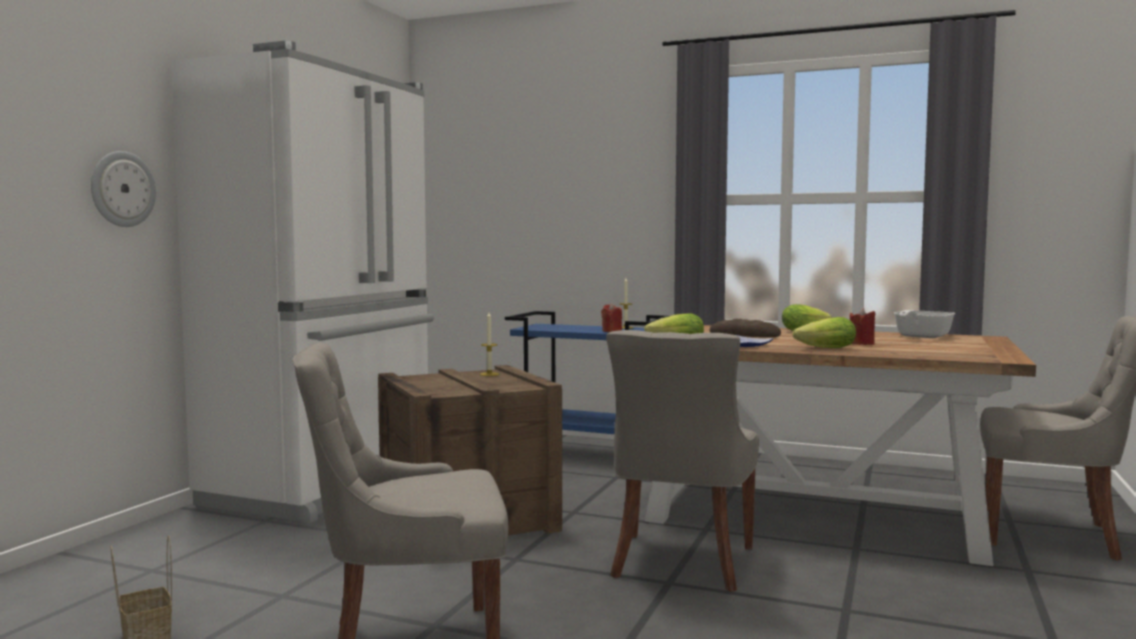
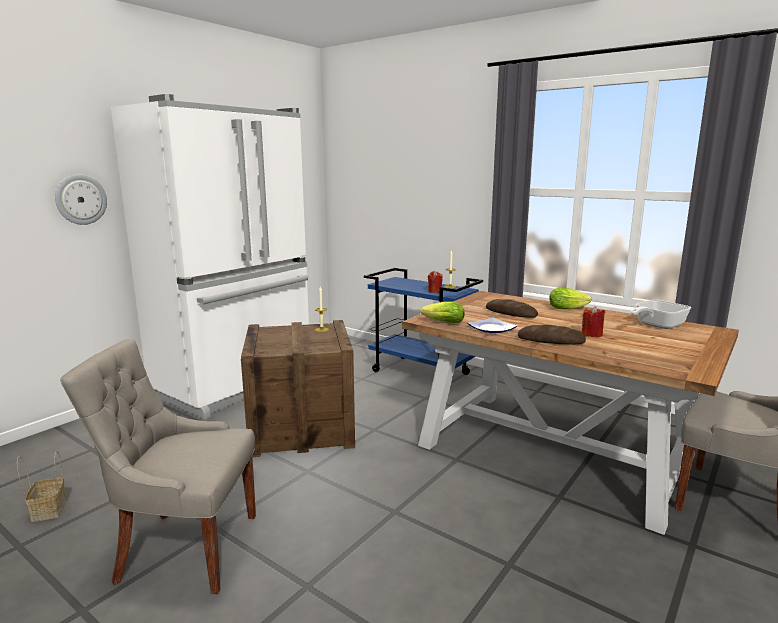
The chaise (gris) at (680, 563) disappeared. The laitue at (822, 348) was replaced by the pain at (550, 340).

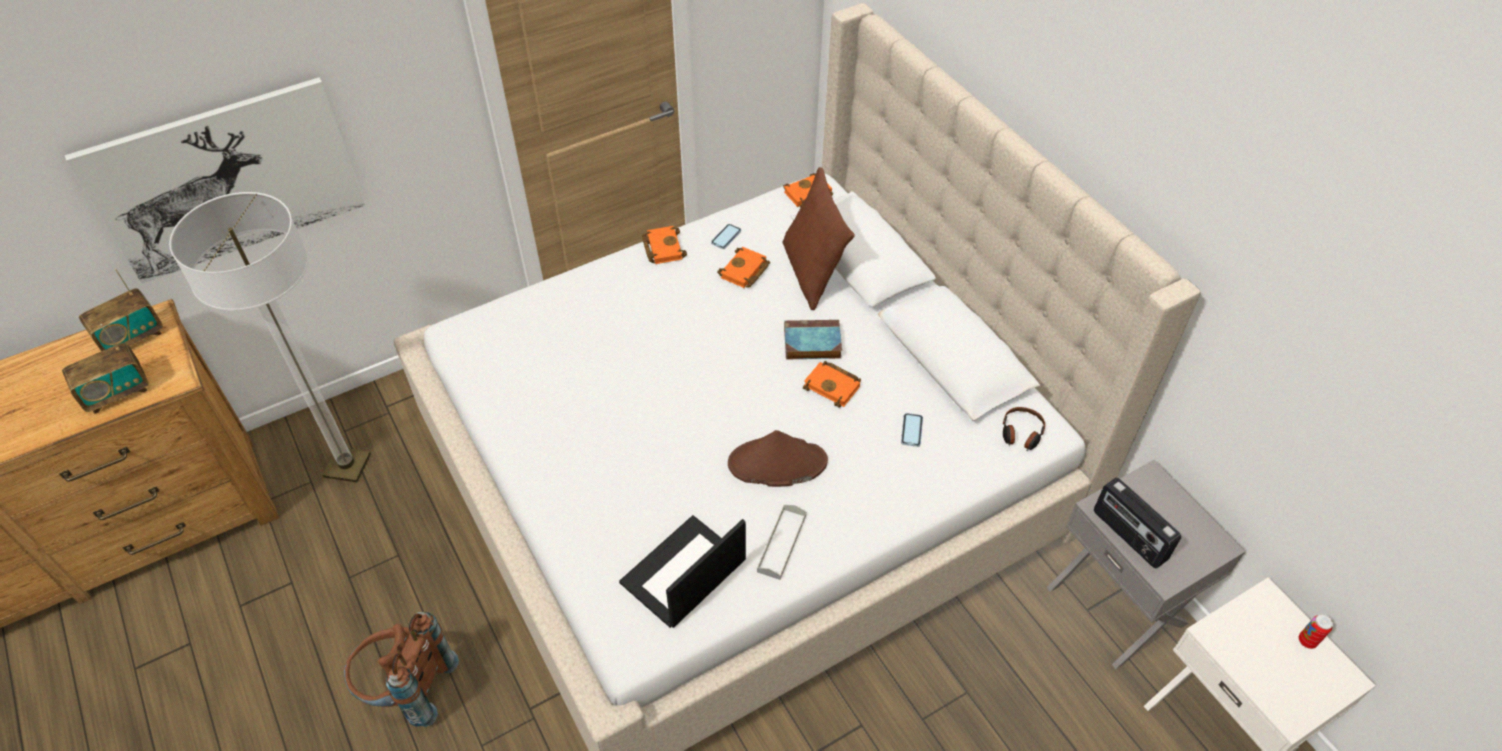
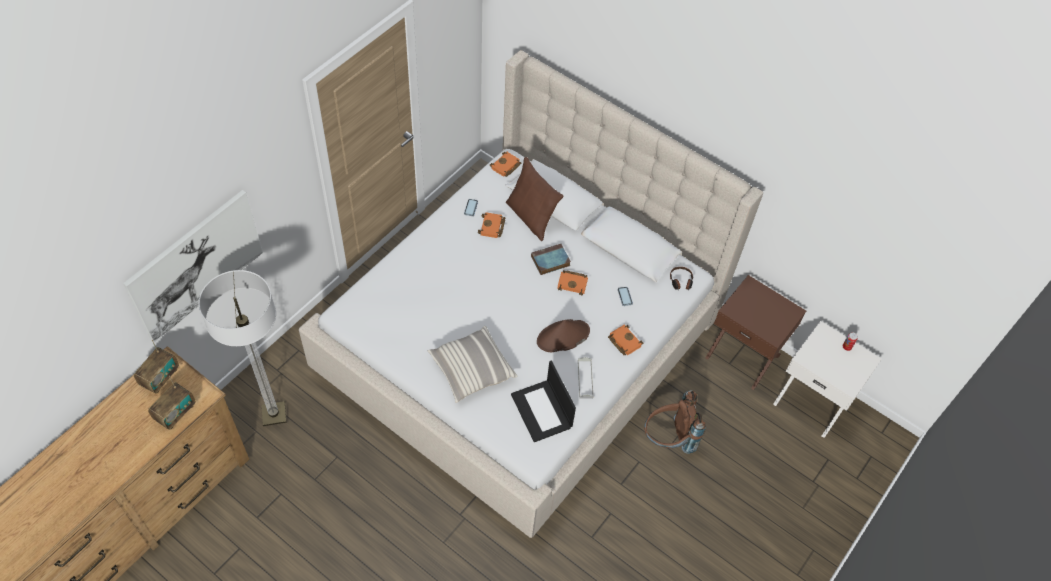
The radio at (1128, 536) disappeared. The coussin at (471, 370) appeared. The sac à dos (marron) moved from (407, 690) to (668, 439). The livre (orange) moved from (662, 247) to (623, 341). The table de chevet (gris) at (1118, 604) became the table de chevet (marron) at (743, 355). The ordinateur portable at (683, 573) turned 45 degrees counterclockwise.

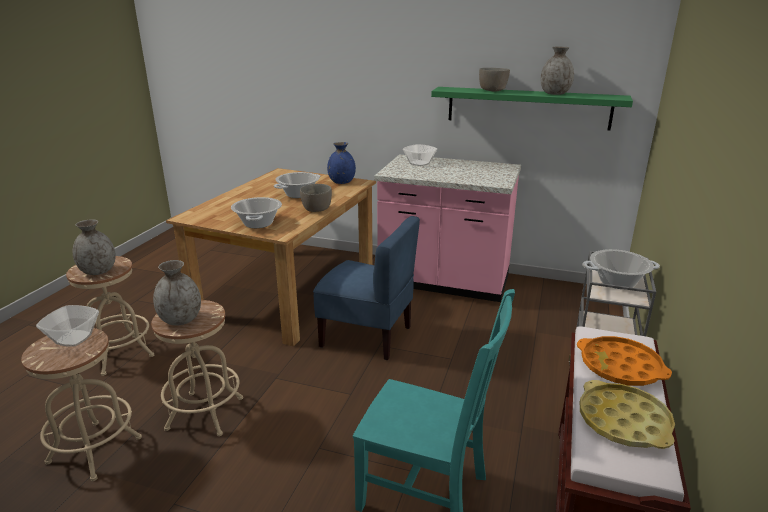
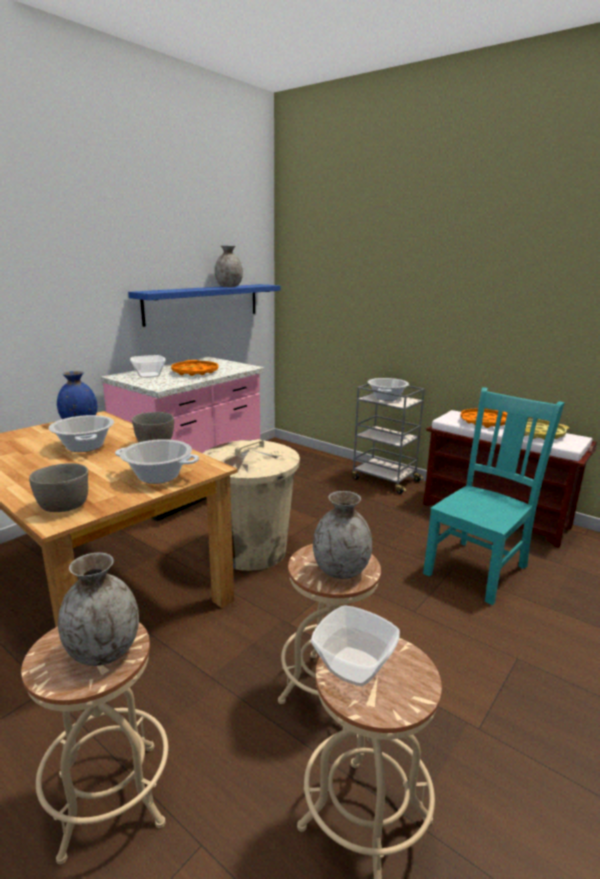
The plateau (orange) at (195, 372) appeared. The bol (gris) moved from (493, 90) to (64, 506). The chaise (bleu) at (367, 336) was replaced by the poubelle (beige) at (252, 550). The étagère (vert) at (528, 108) became the étagère (bleu) at (203, 303).

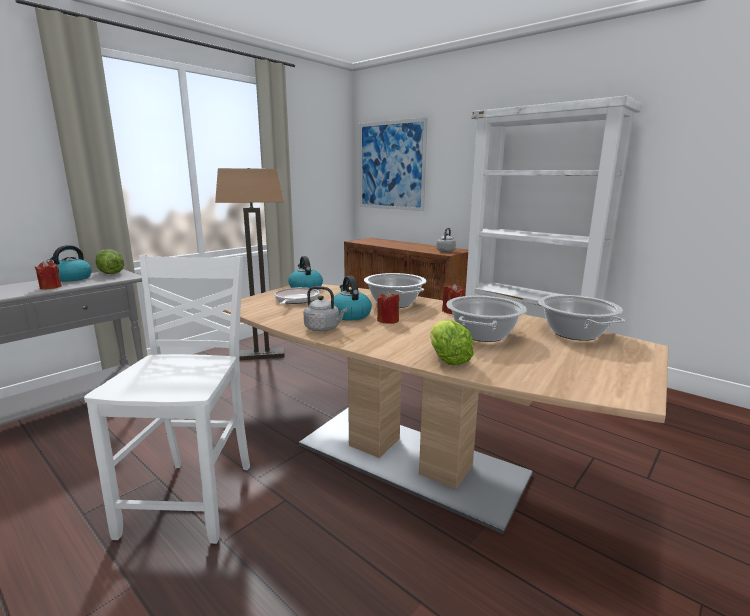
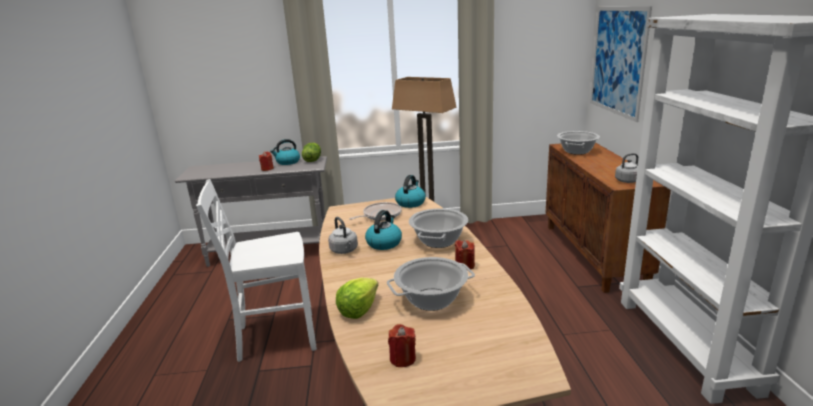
The bougie (rouge) moved from (388, 321) to (402, 359). The marmite moved from (574, 333) to (576, 151). The chaise (blanc) at (193, 497) turned 150 degrees counterclockwise.

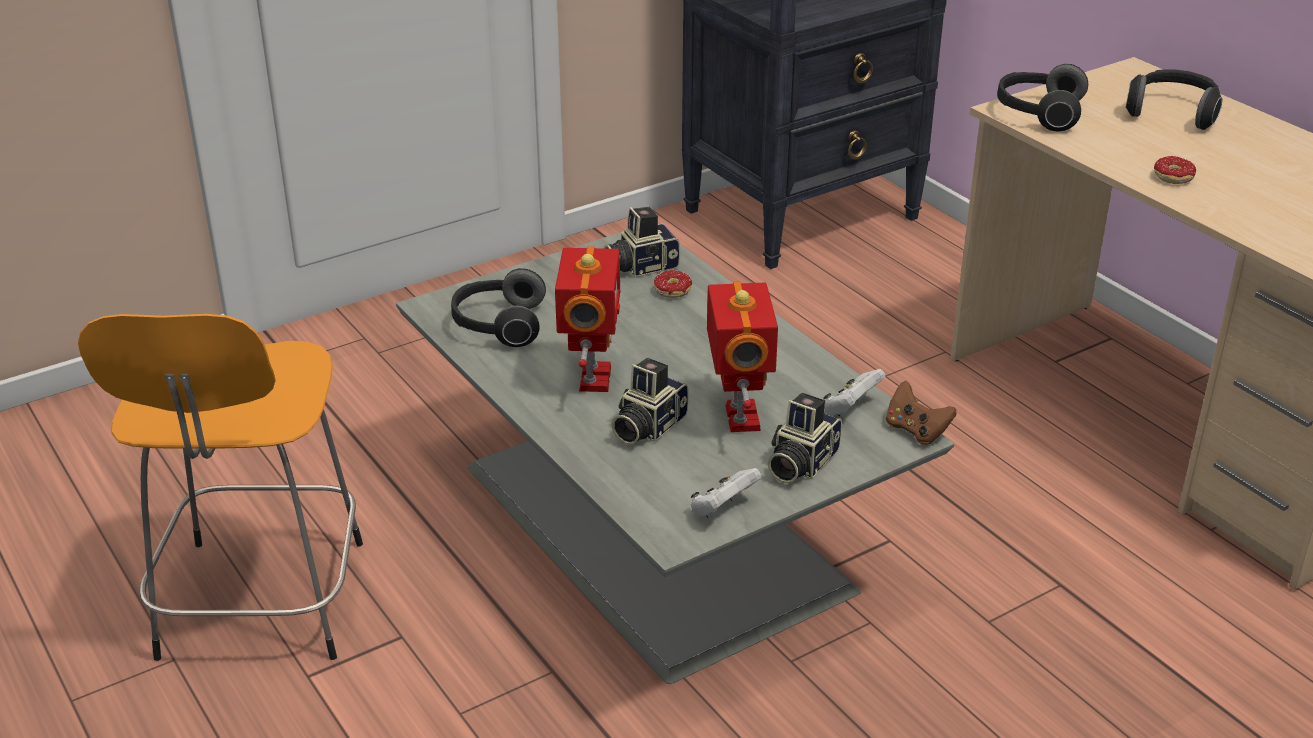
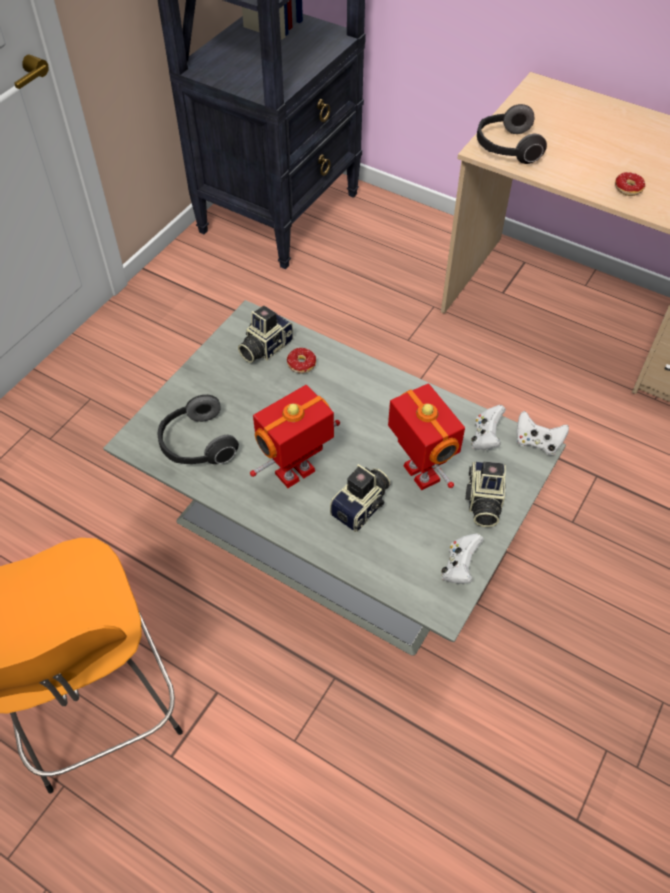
The casque audio at (1173, 113) disappeared. The manette (marron) at (916, 431) became the manette (blanc) at (537, 442). The robot jouet at (591, 379) turned 105 degrees counterclockwise. The appareil photo at (646, 426) turned 150 degrees counterclockwise.

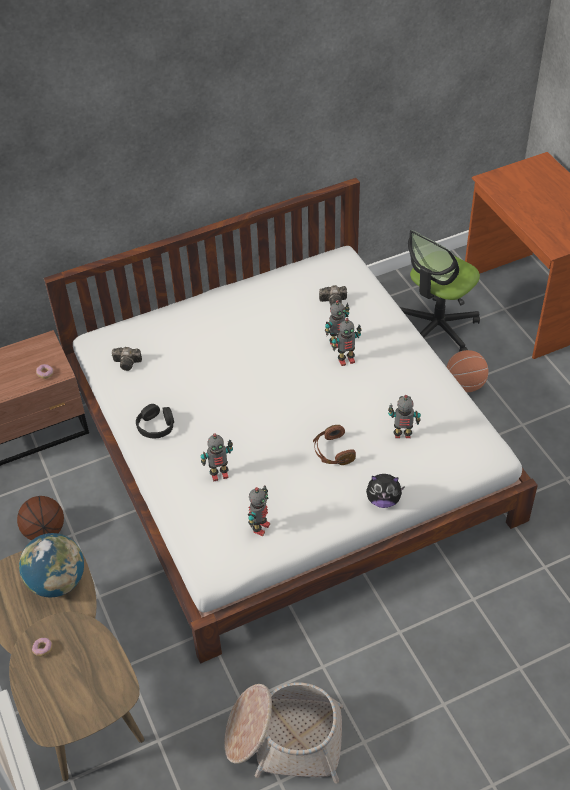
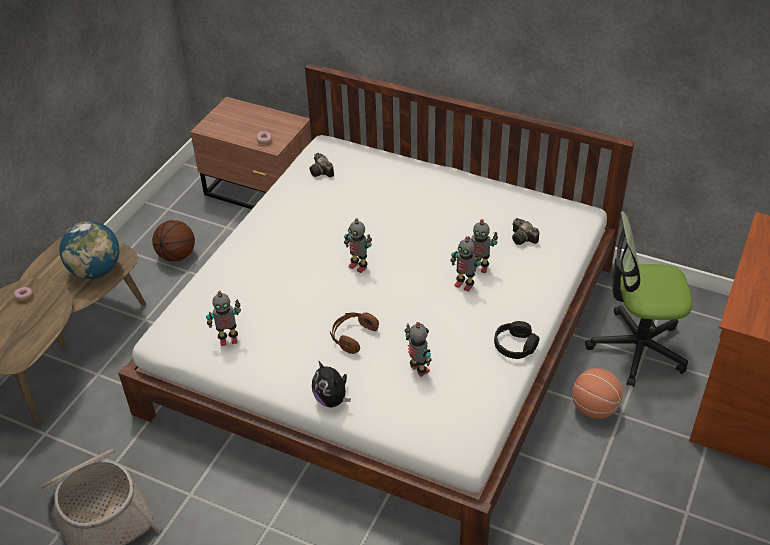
The casque audio (noir) moved from (156, 426) to (515, 345). The robot jouet moved from (219, 474) to (358, 266).

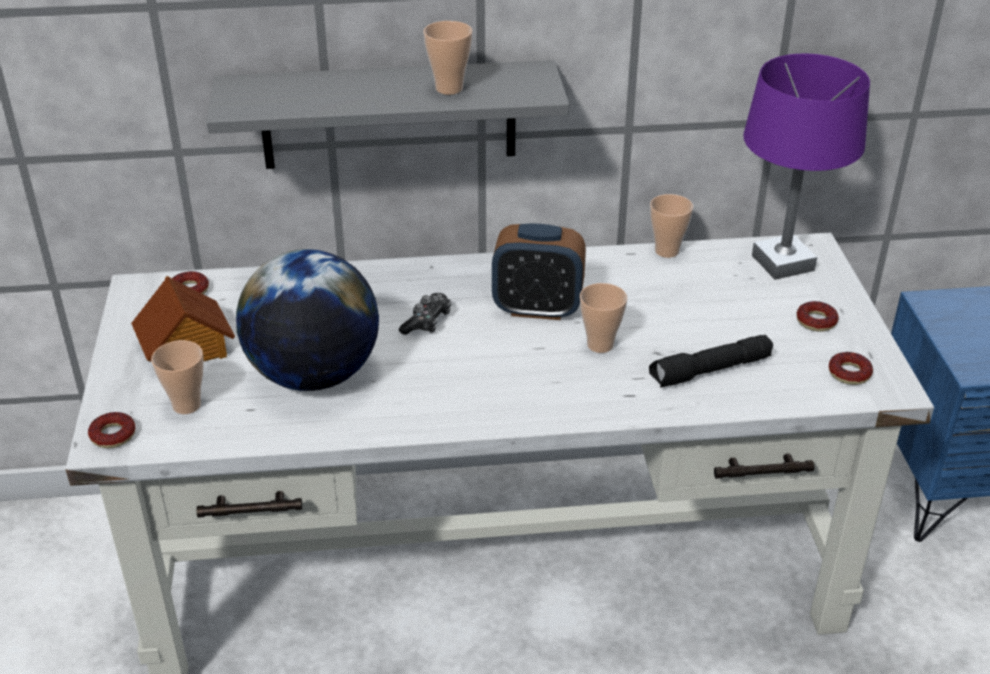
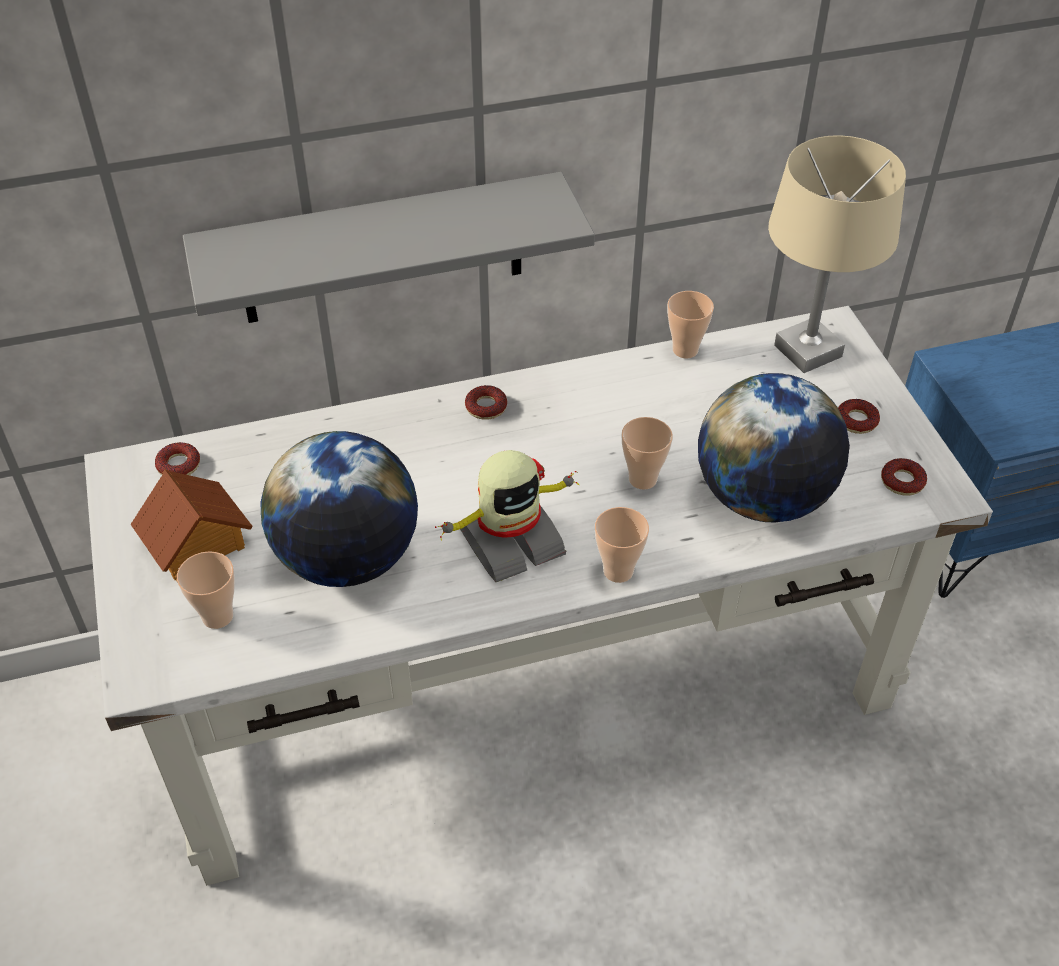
The manette at (427, 322) disappeared. The réveil at (537, 308) disappeared. The robot jouet at (510, 541) appeared. The beignet moved from (113, 435) to (486, 407). The tasse moved from (449, 88) to (618, 571). The lampe de poche (noir) at (710, 371) was replaced by the globe at (763, 498). The lampe de table (violet) at (782, 263) became the lampe de table (beige) at (807, 351).

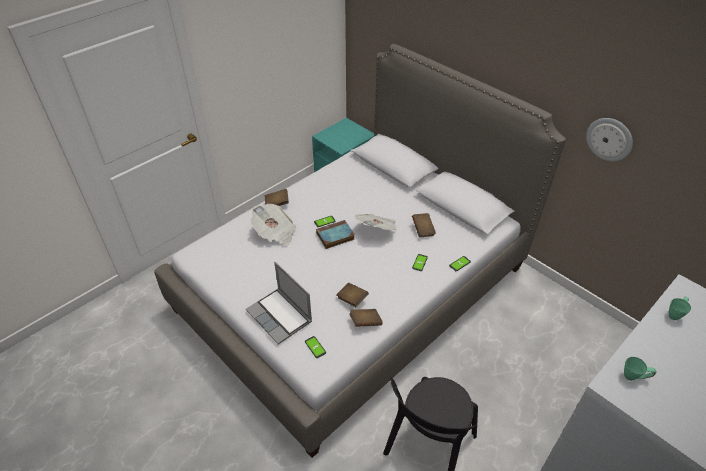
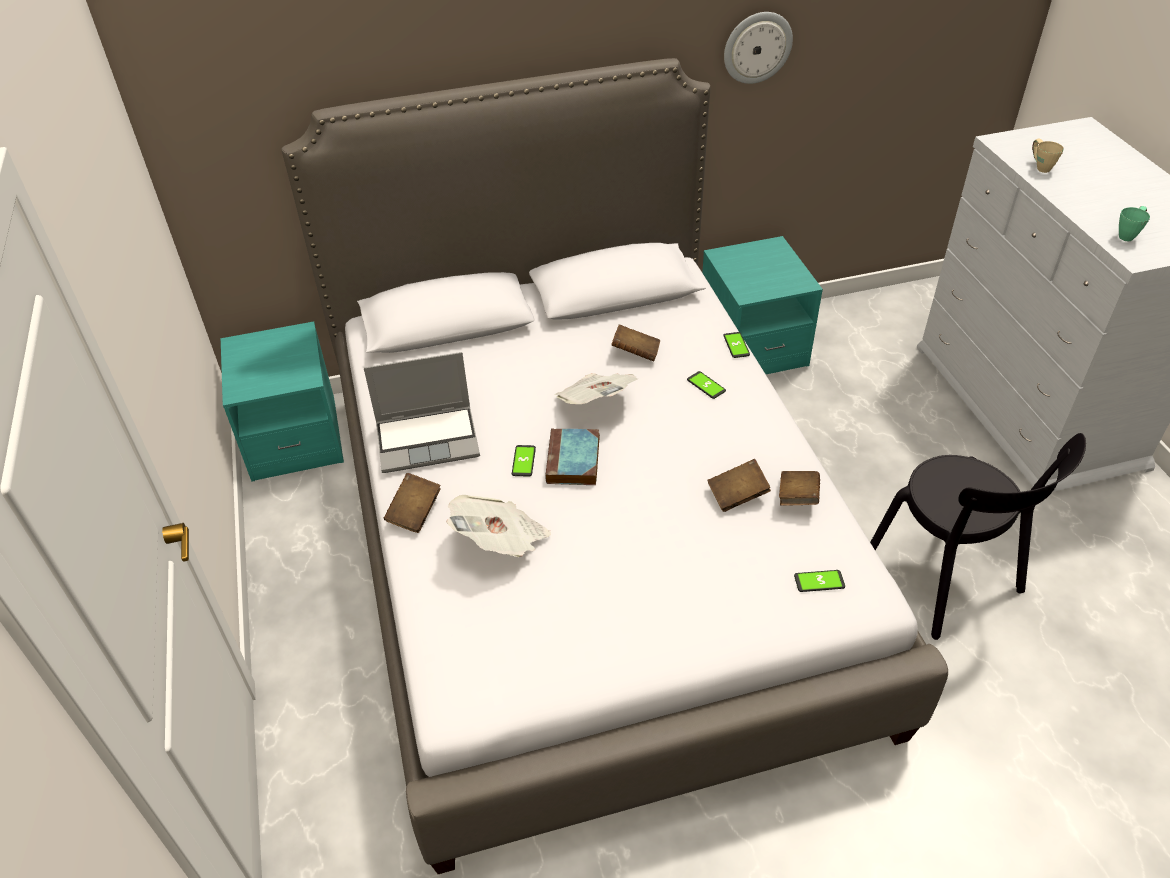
The table de chevet (turquoise) at (752, 346) appeared. The ordinateur portable moved from (280, 316) to (429, 439). The mug (vert) at (675, 314) became the mug (beige) at (1040, 166).

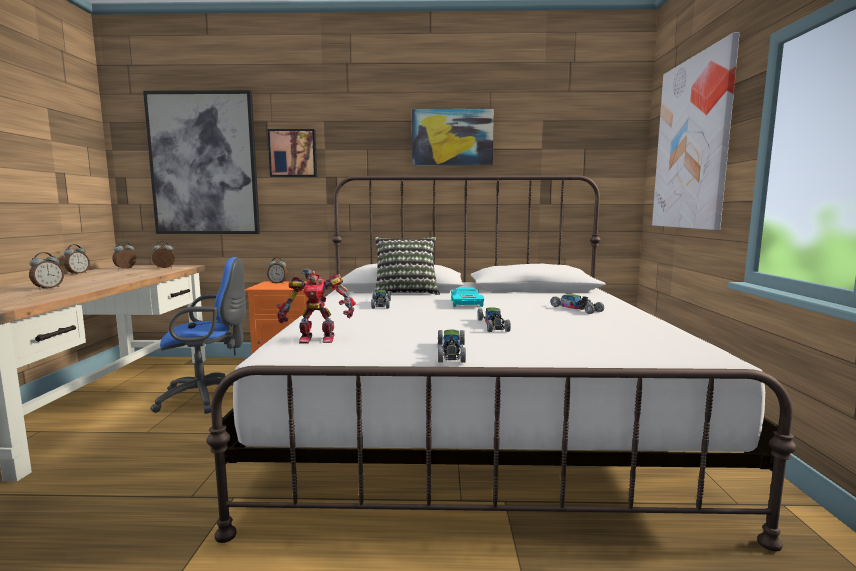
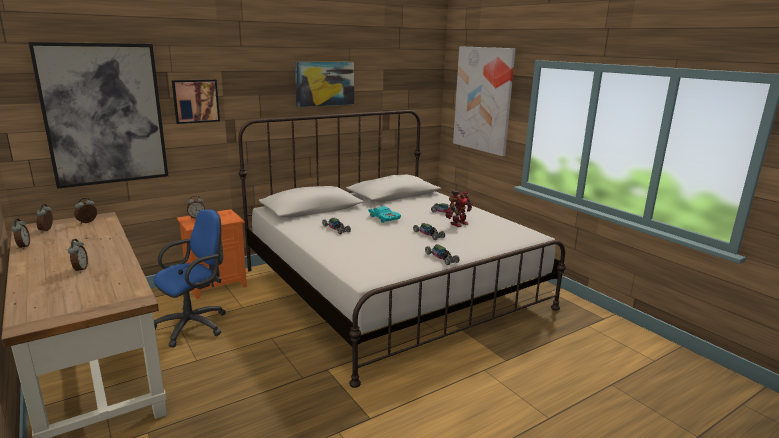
The coussin at (406, 292) disappeared. The robot jouet moved from (317, 338) to (458, 223).

